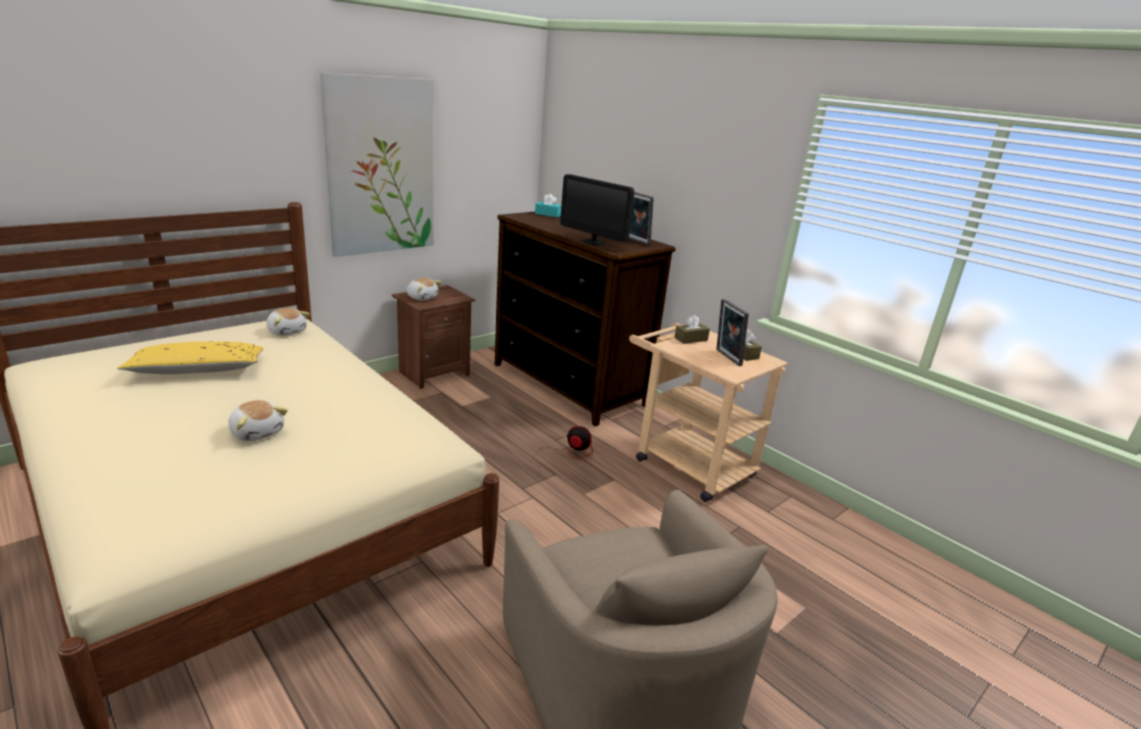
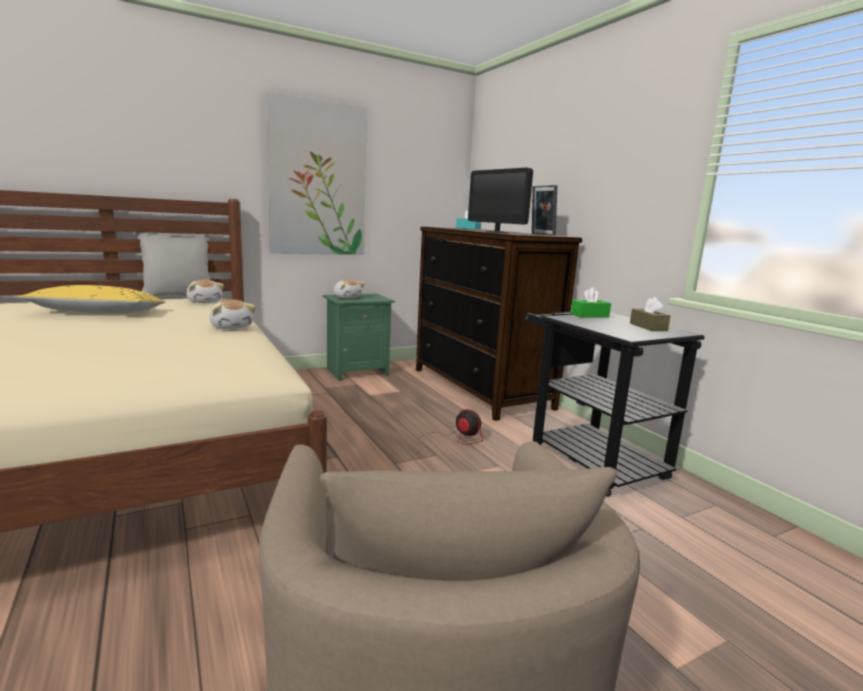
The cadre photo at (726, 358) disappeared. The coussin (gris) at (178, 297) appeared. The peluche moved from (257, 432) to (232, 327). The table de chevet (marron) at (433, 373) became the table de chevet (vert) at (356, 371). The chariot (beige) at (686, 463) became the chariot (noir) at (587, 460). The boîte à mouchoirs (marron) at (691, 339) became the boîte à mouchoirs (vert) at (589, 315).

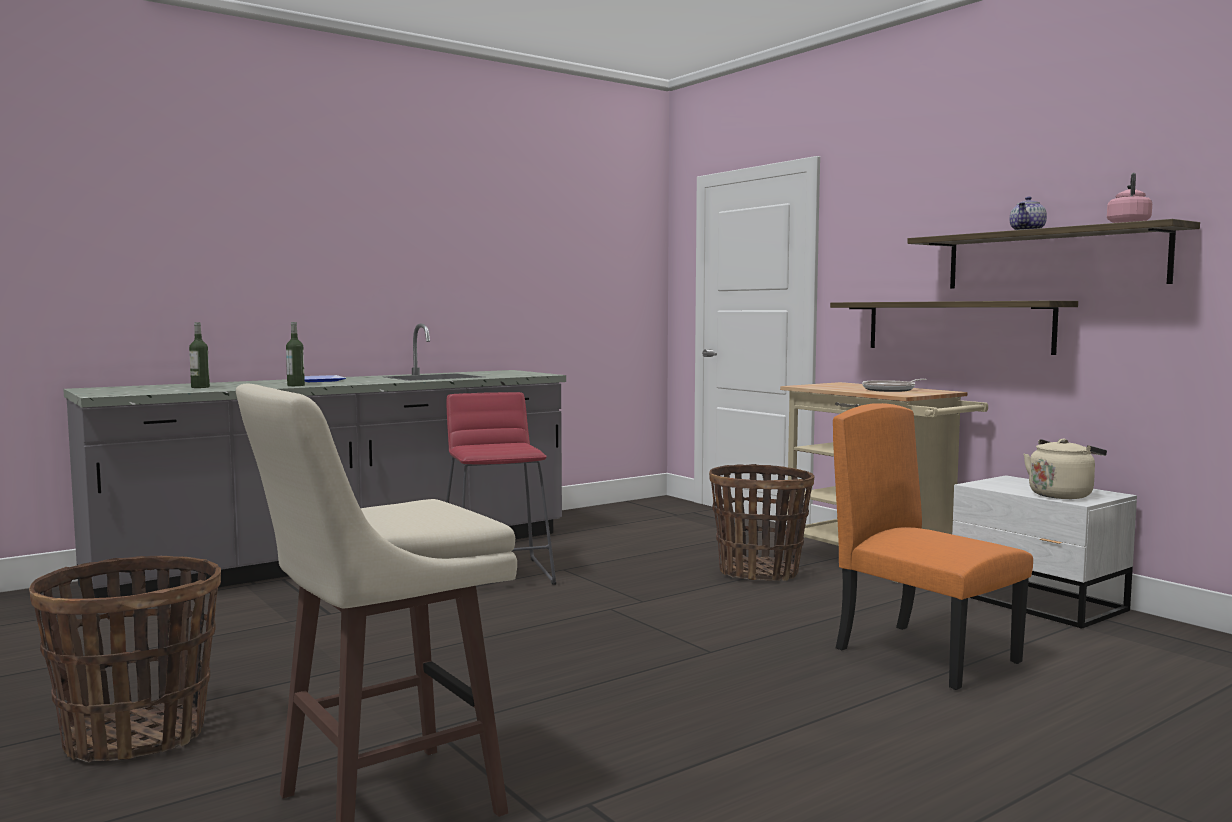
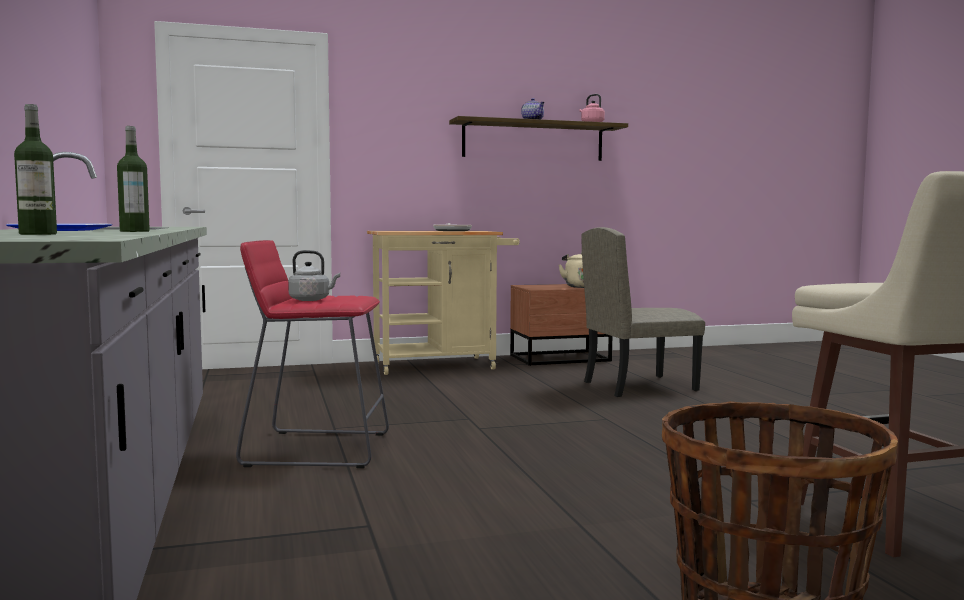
The panier at (759, 572) disappeared. The étagère at (956, 326) disappeared. The bouilloire (gris) at (311, 300) appeared. The chaise (orange) at (927, 655) became the chaise (beige) at (639, 386). The table de chevet (blanc) at (1038, 603) became the table de chevet (marron) at (562, 358).

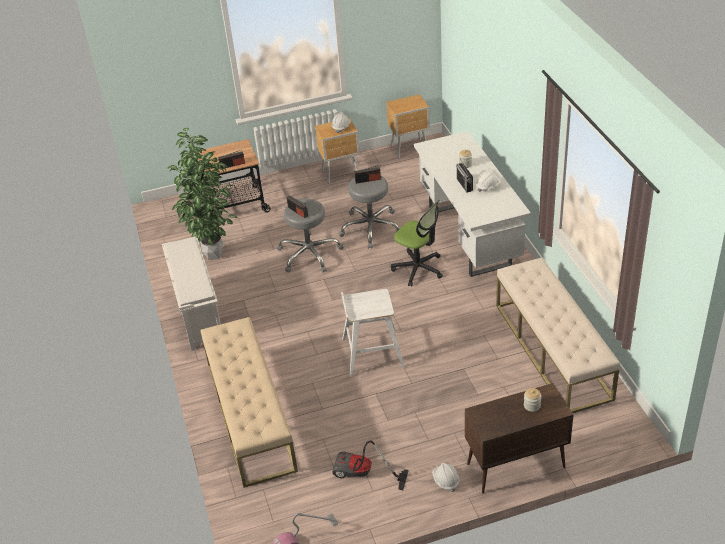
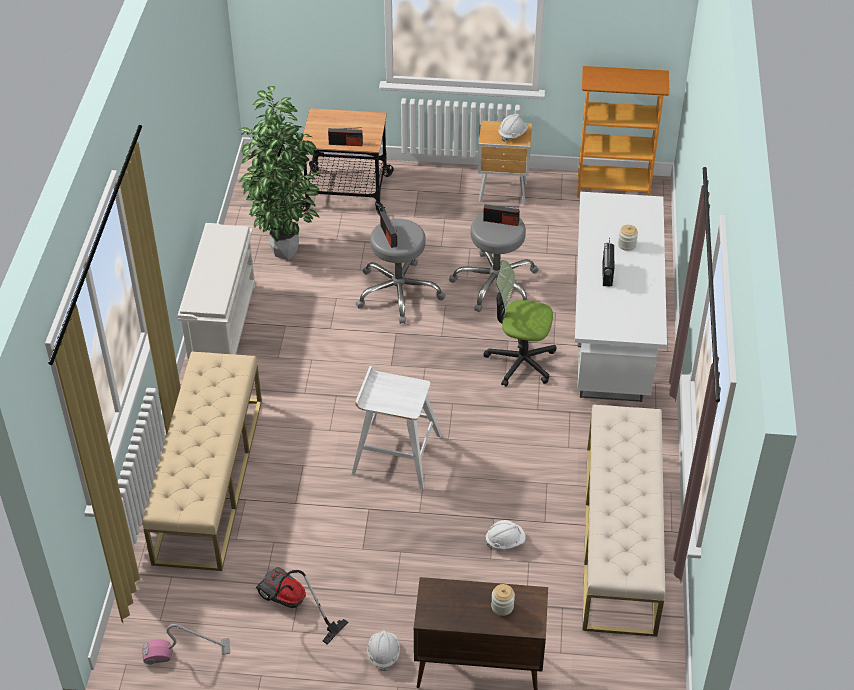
The casque de chantier (blanc) moved from (488, 187) to (505, 541). The table de chevet (marron) at (410, 149) was replaced by the bibliothèque at (613, 187). The chaise de bureau at (418, 269) turned 135 degrees clockwise.

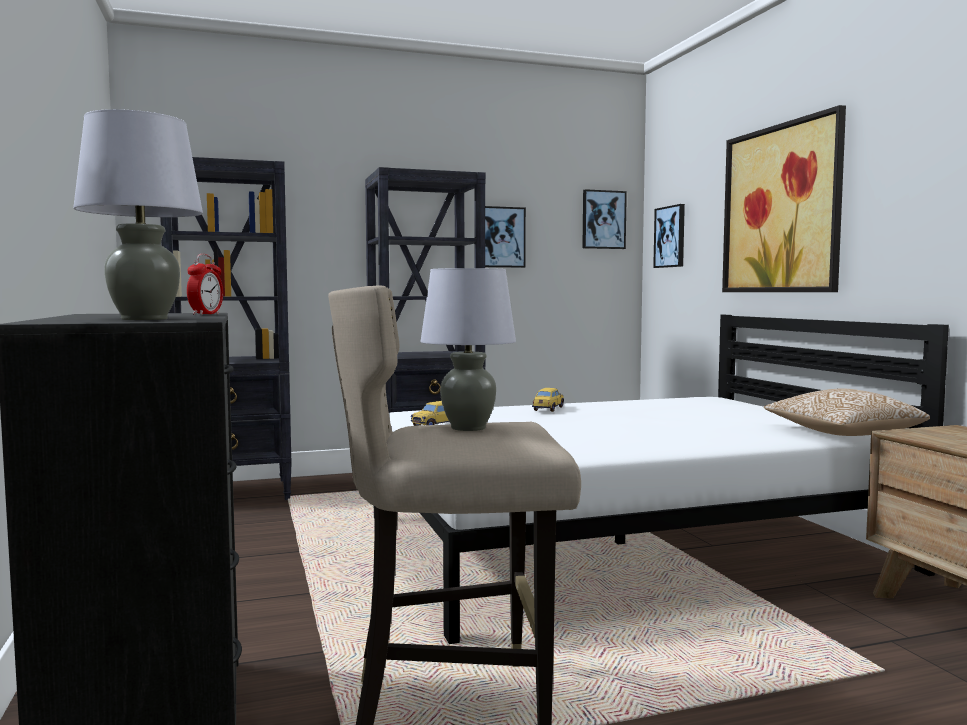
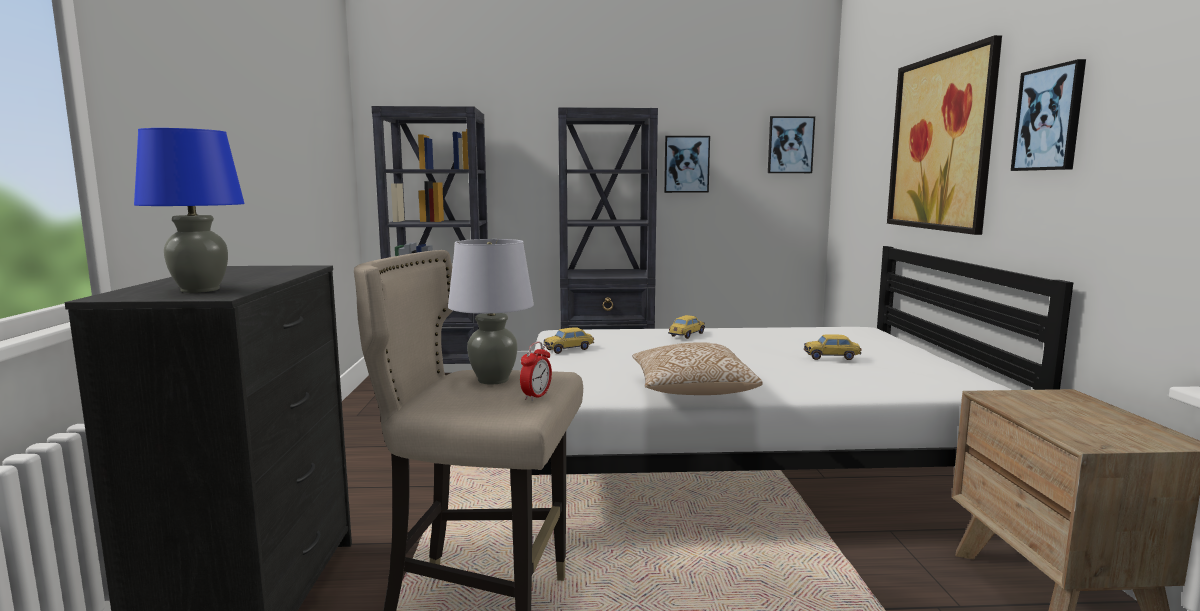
The petite voiture at (831, 357) appeared. The réveil moved from (206, 314) to (536, 396). The tableau moved from (670, 237) to (1049, 119). The coussin moved from (842, 434) to (691, 390). The lampe de table (gris) at (145, 319) became the lampe de table (bleu) at (201, 290).

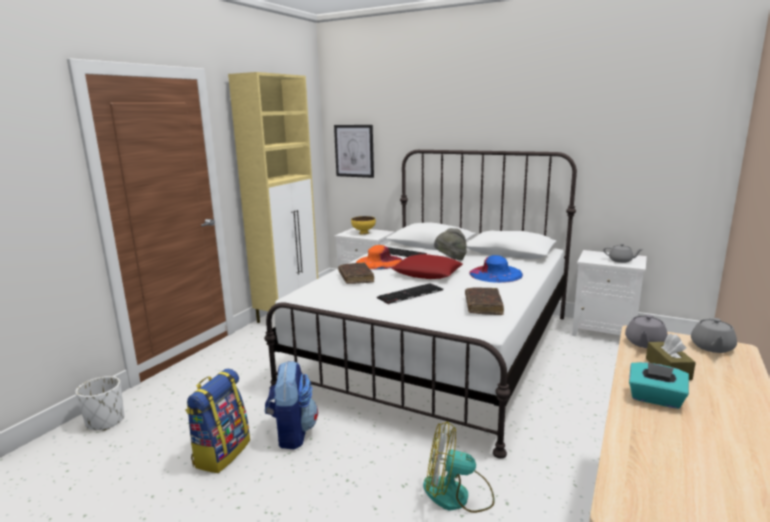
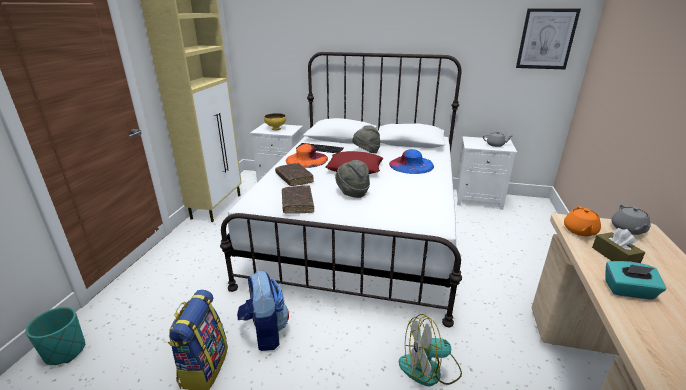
The tableau moved from (354, 151) to (546, 39). The livre (marron) moved from (483, 306) to (297, 204). The clavier at (410, 294) was replaced by the chapeau (gris) at (352, 193). The cache-pot (blanc) at (105, 421) became the cache-pot (turquoise) at (65, 351). The théière (gris) at (644, 343) became the théière (orange) at (579, 231).

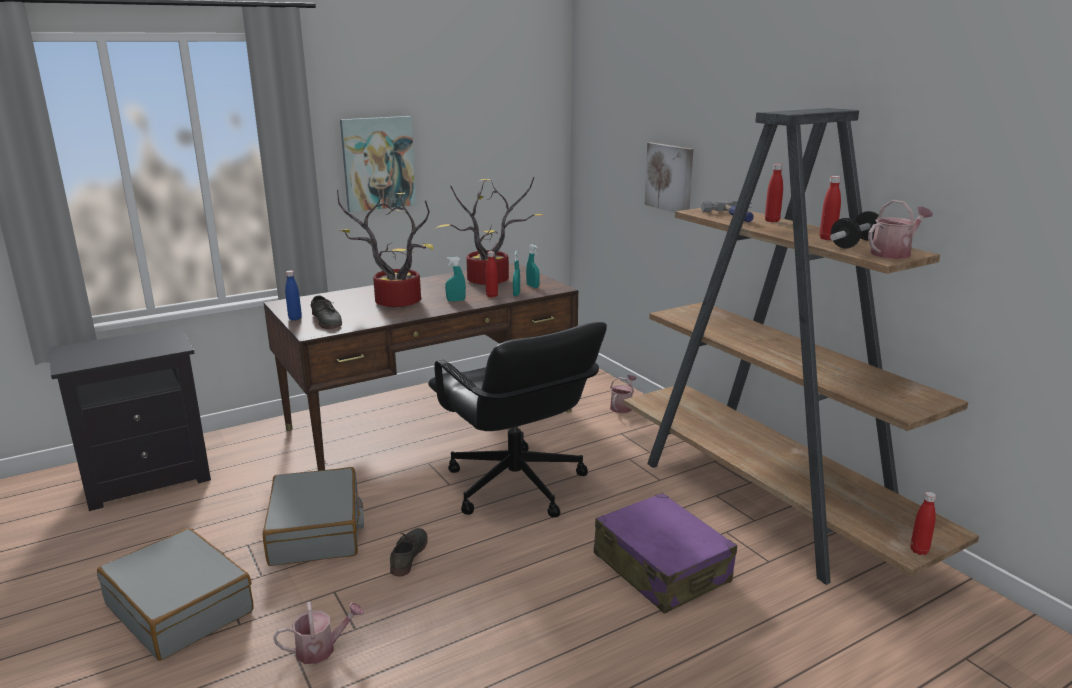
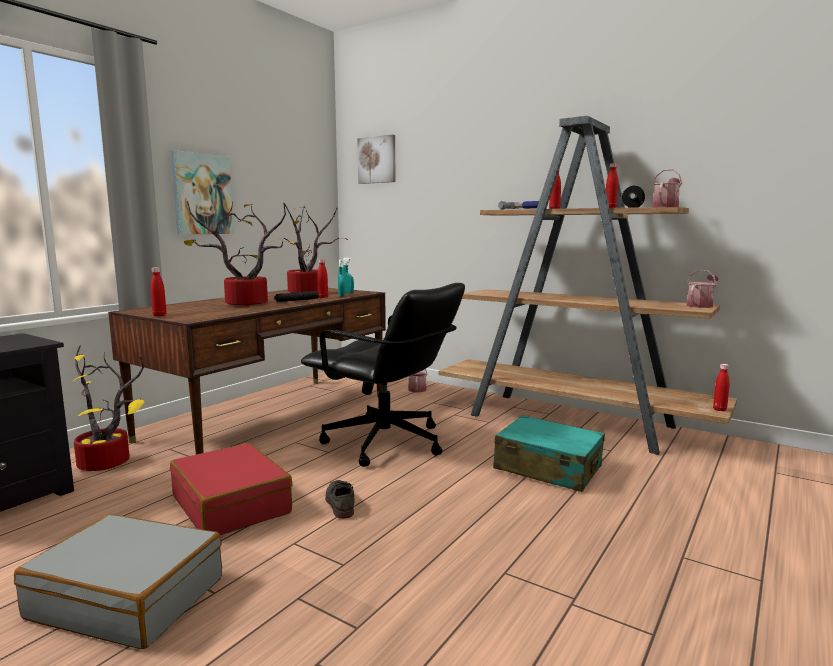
The chaussure (gris) at (327, 320) disappeared. The plante en pot at (109, 463) appeared. The arrosoir moved from (321, 649) to (701, 305). The tableau moved from (670, 177) to (377, 160). The vaporisateur (turquoise) at (456, 300) was replaced by the lampe de poche (noir) at (296, 300). The valise (gris) at (316, 531) became the valise (rouge) at (232, 504). The bouteille (bleu) at (295, 318) became the bouteille (rouge) at (159, 315). The valise (violet) at (661, 568) became the valise (turquoise) at (548, 468).

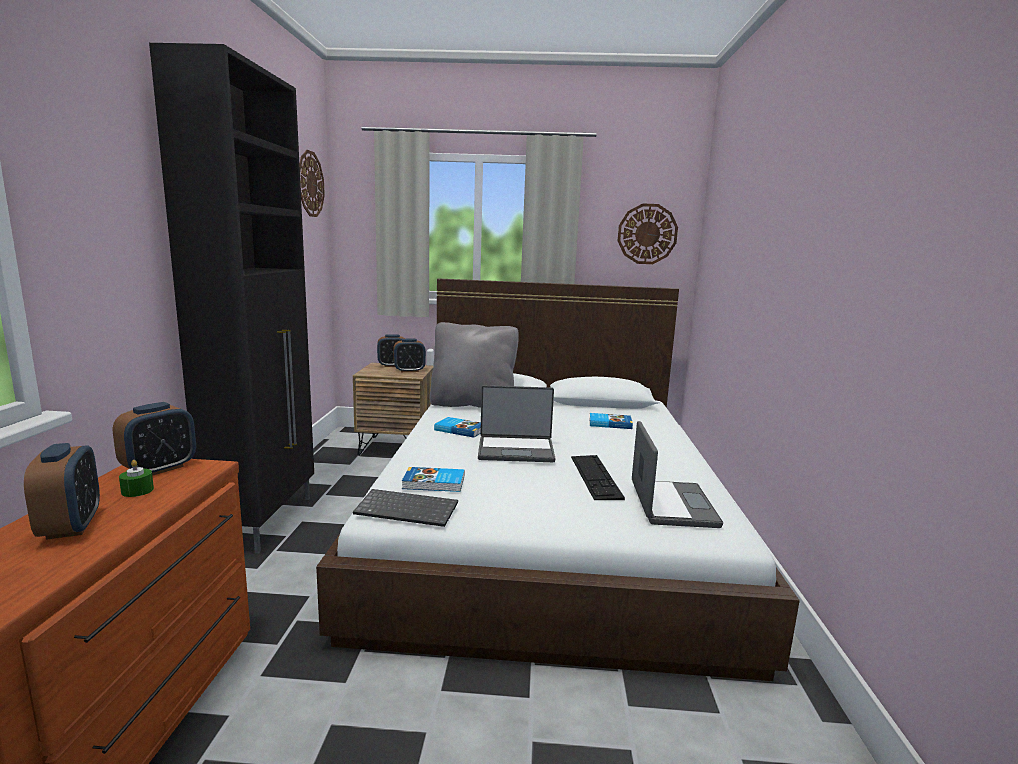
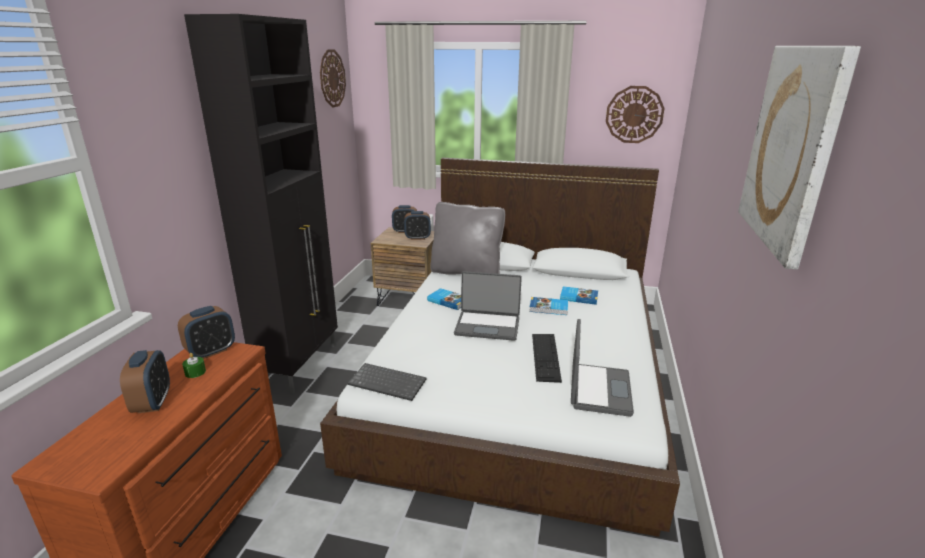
The tableau at (792, 148) appeared. The livre moved from (434, 483) to (548, 308).

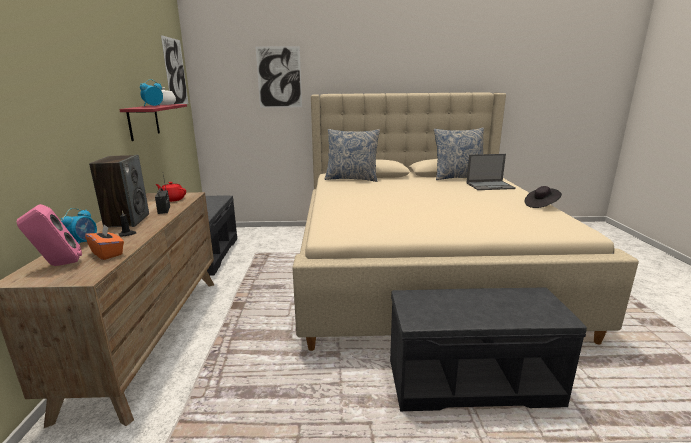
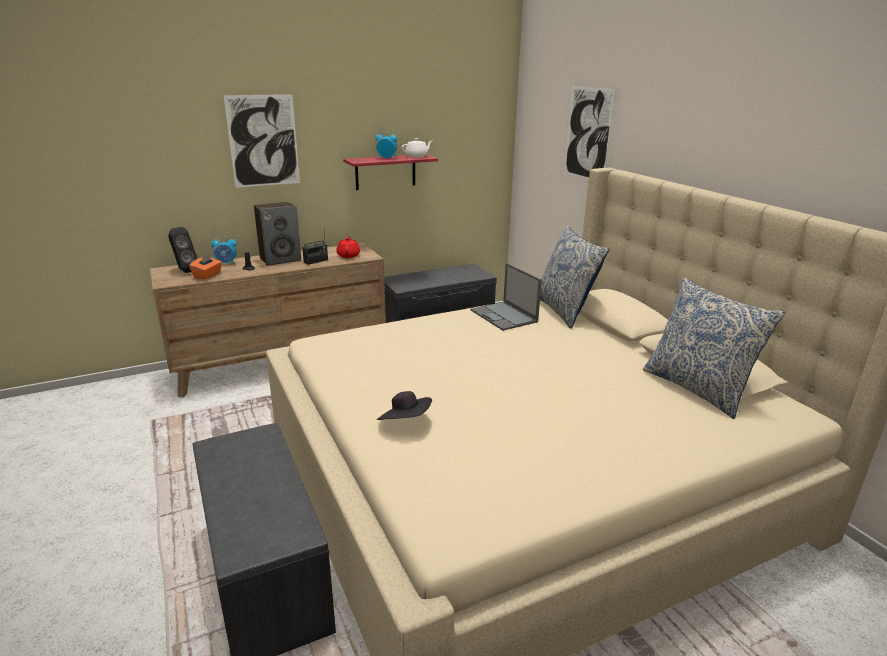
The tableau moved from (175, 72) to (263, 141). The ordinateur portable moved from (490, 186) to (504, 316). The chapeau (noir) moved from (541, 205) to (405, 422). The enceinte (rose) at (57, 265) became the enceinte (noir) at (184, 271).

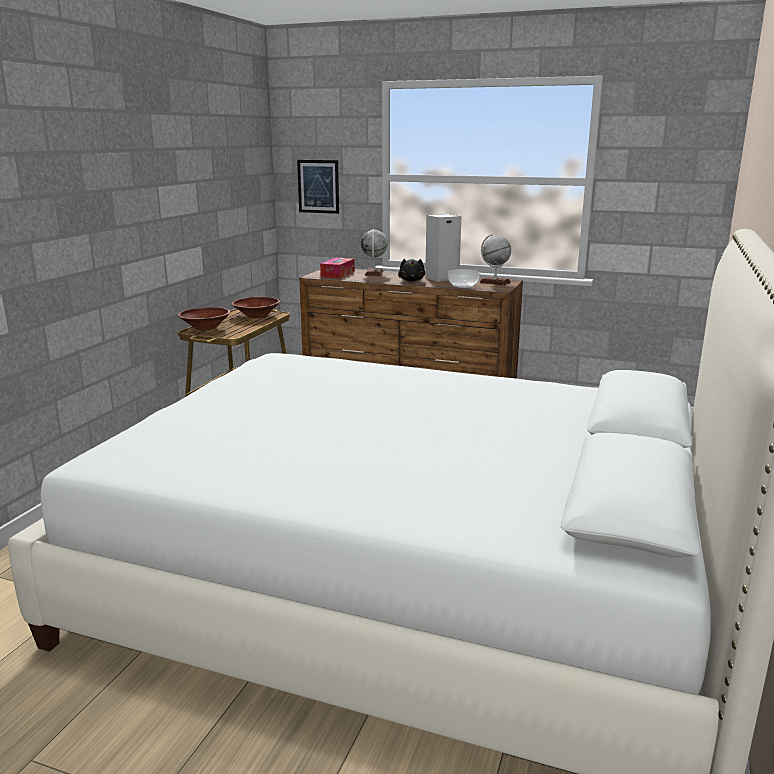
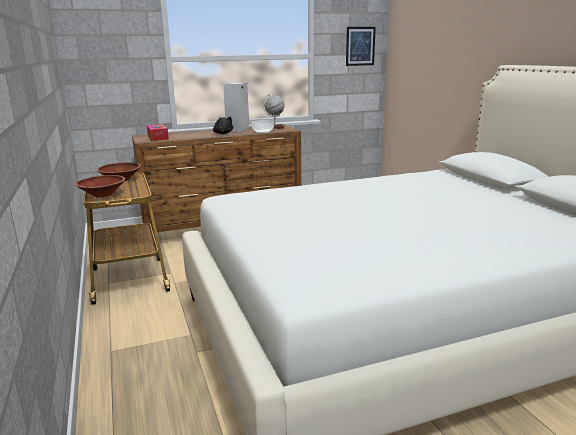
The globe at (374, 273) disappeared. The tableau moved from (318, 186) to (360, 46).

